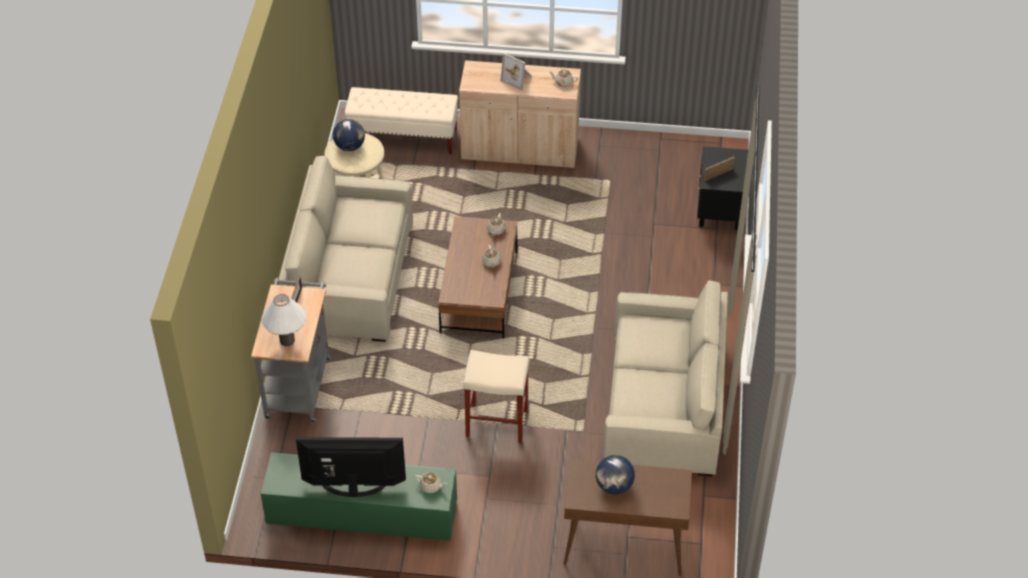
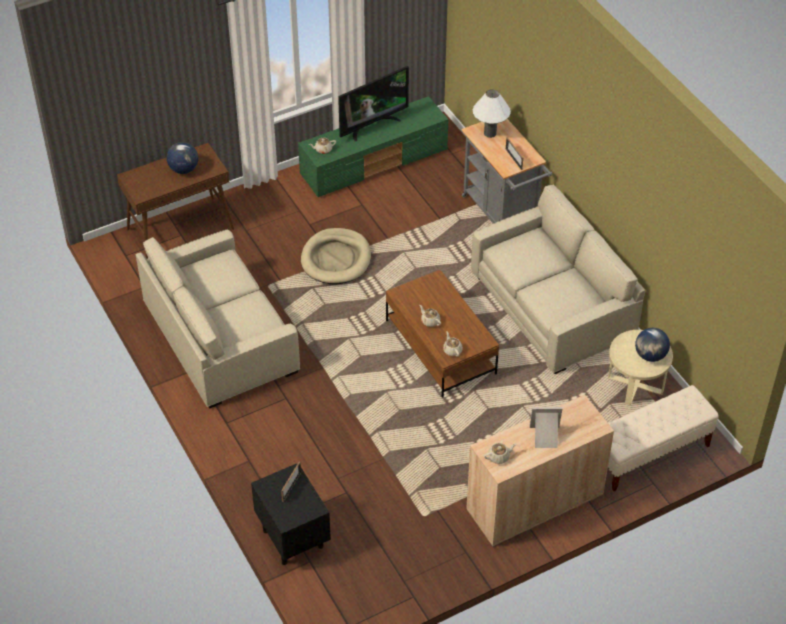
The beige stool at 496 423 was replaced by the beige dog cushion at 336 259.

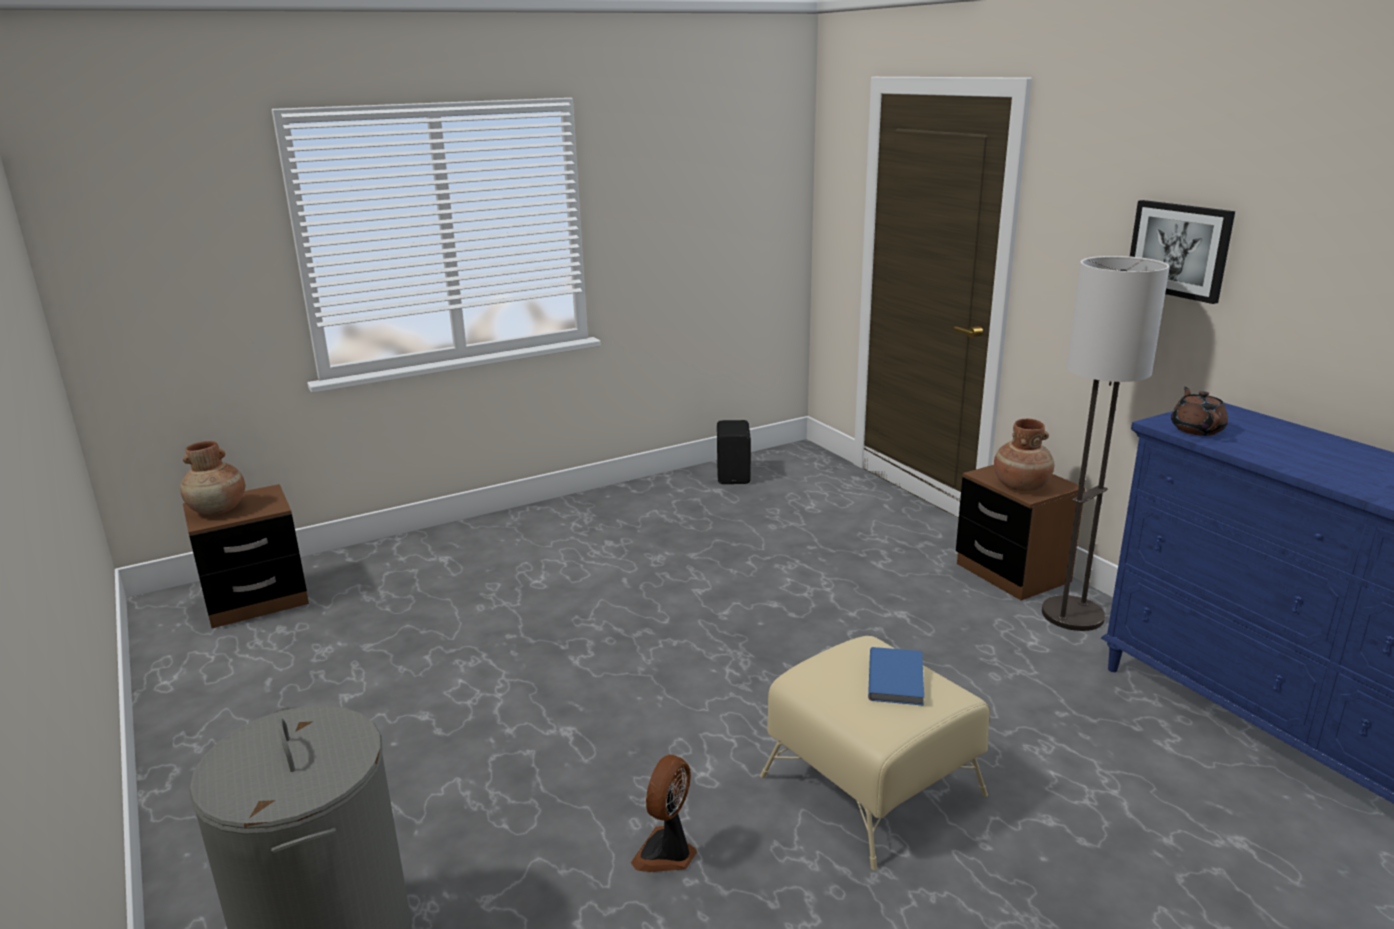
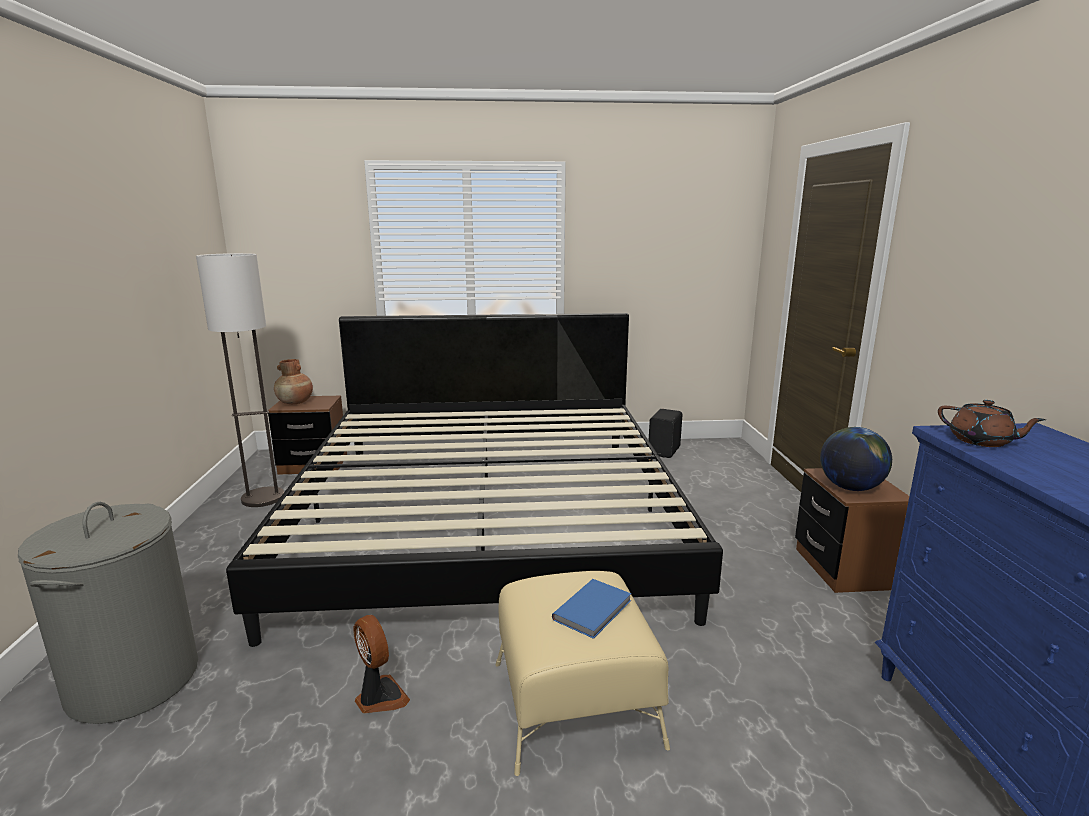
The electric fan at 667 853 turned 90 degrees clockwise.
The brown-coloured vase at 1021 486 was replaced by the desk globe at 850 487.
The floor lamp moved from 1072 615 to 263 498.
The wall art at 1179 250 disappeared.
The brown-coloured teapot at 1196 429 turned 105 degrees clockwise.
The bedroom bed at 487 518 appeared.

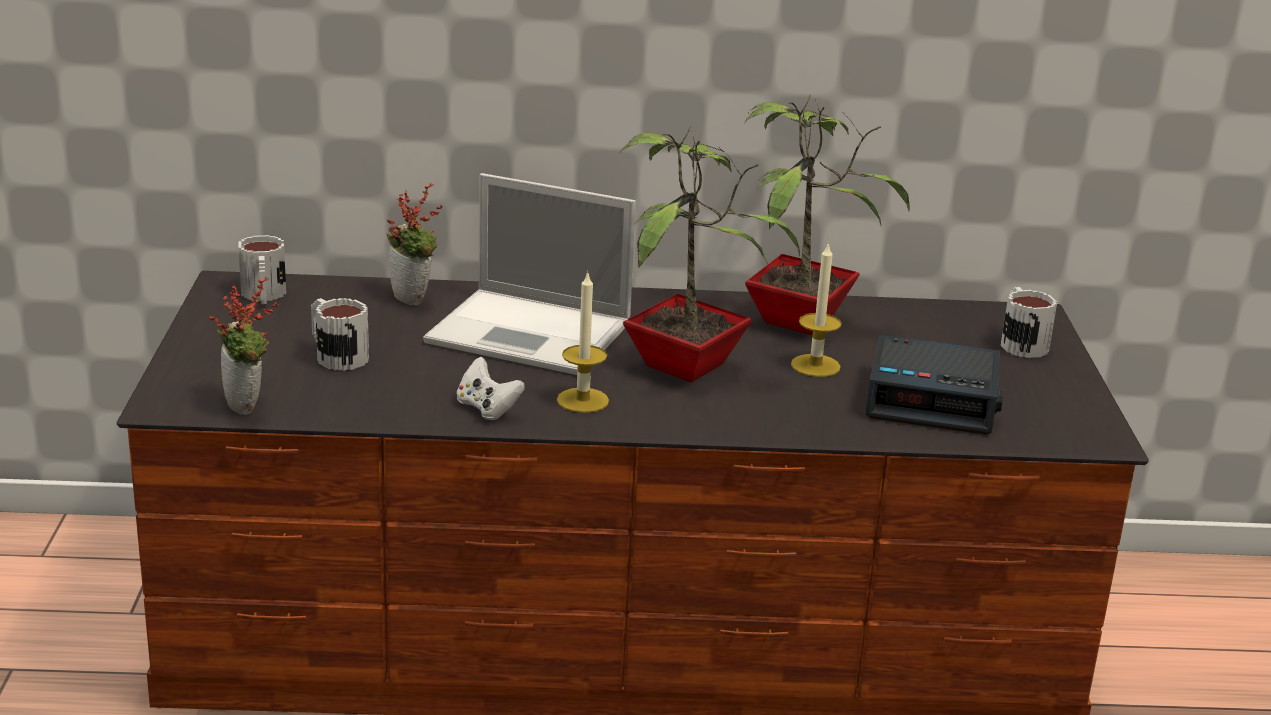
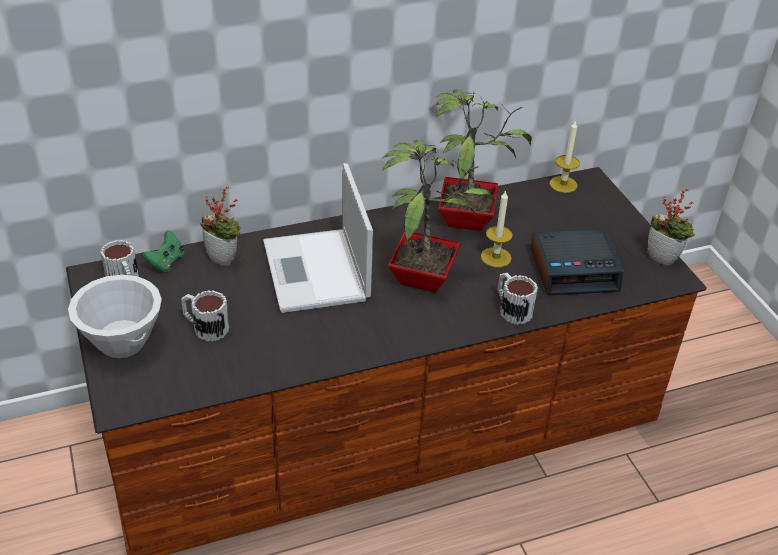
The houseplant moved from 248 406 to 664 258.
The notebook computer at 532 333 turned 75 degrees clockwise.
The white-coloured game controller at 487 409 disappeared.
The candle moved from 582 400 to 563 184.
The coffee mug moved from 1020 342 to 511 308.
The white-coloured serving bowl at 122 343 appeared.
The green game controller at 166 262 appeared.

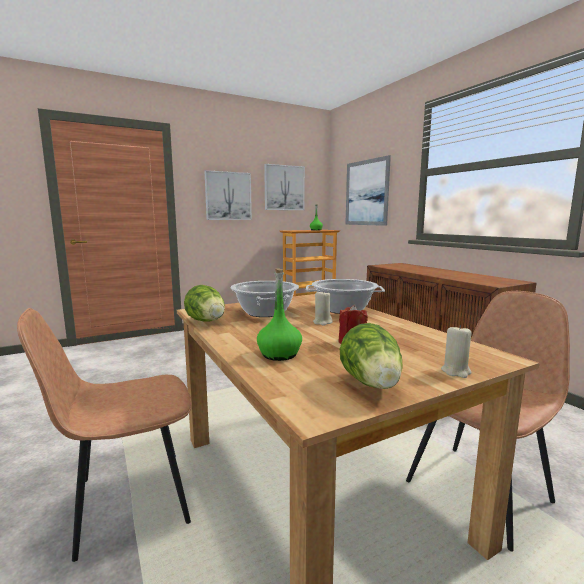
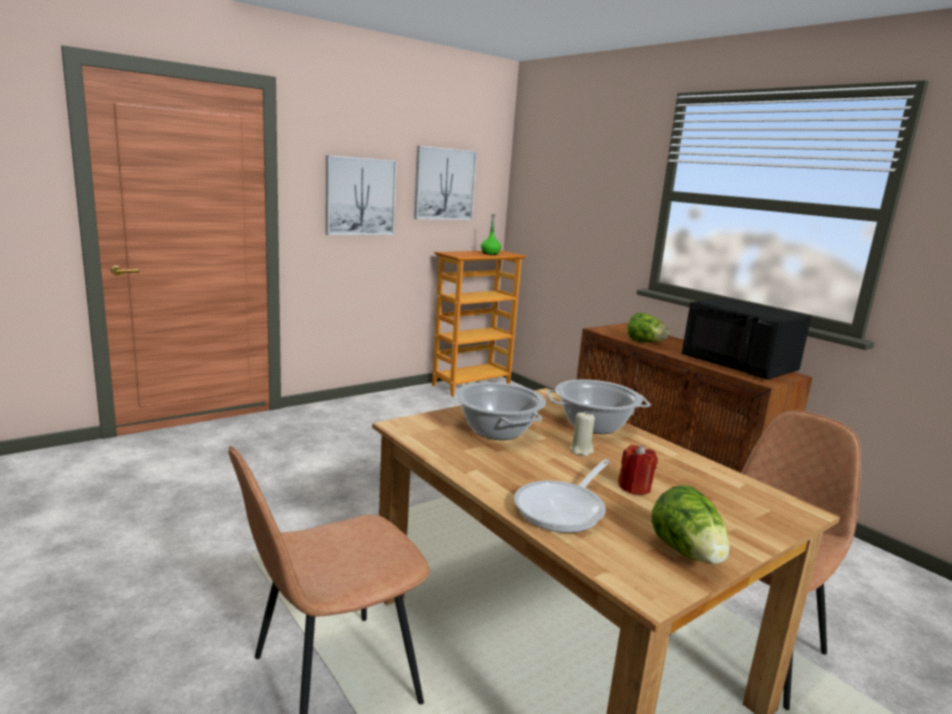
The lettuce head moved from 207 322 to 645 342.
The green beverage bottle at 279 354 was replaced by the pan at 564 509.
The wall art at 366 193 disappeared.
The beige candle at 456 371 disappeared.
The black-coloured microwave at 740 364 appeared.

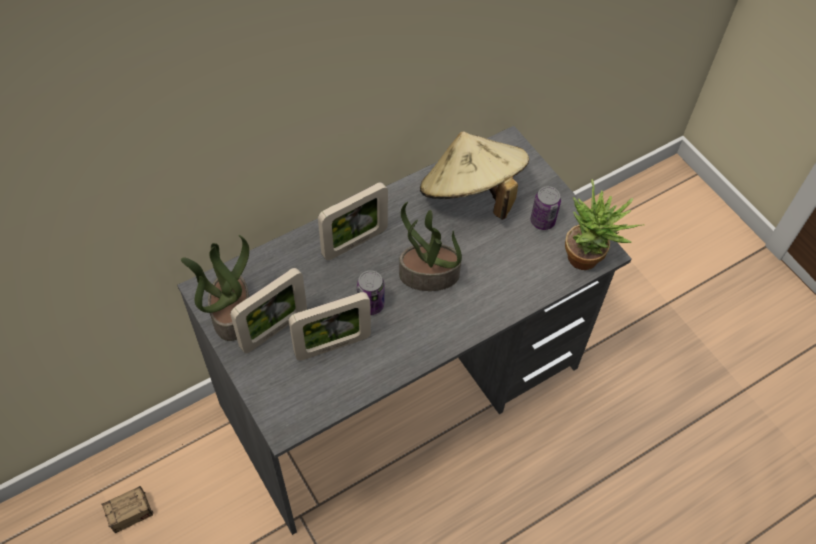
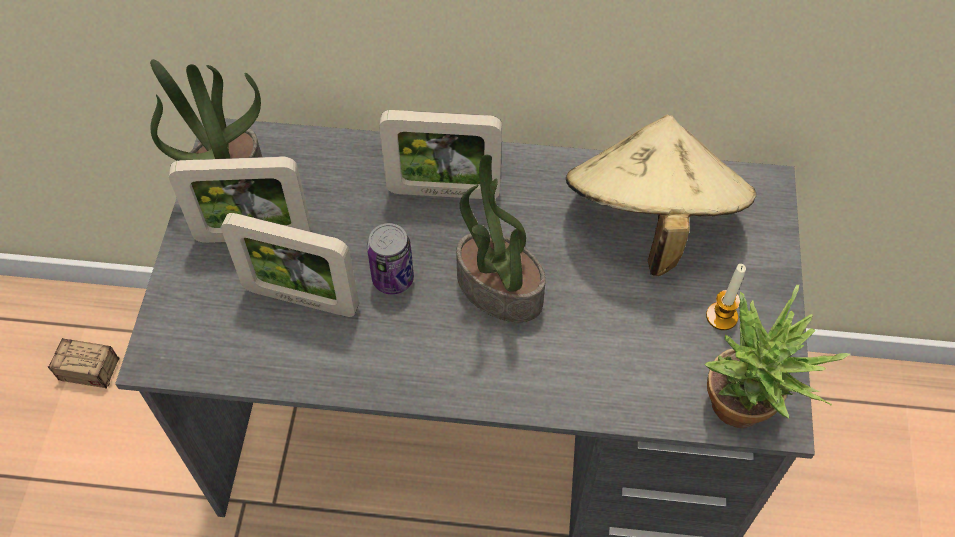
The can at 542 221 was replaced by the candle at 721 316.

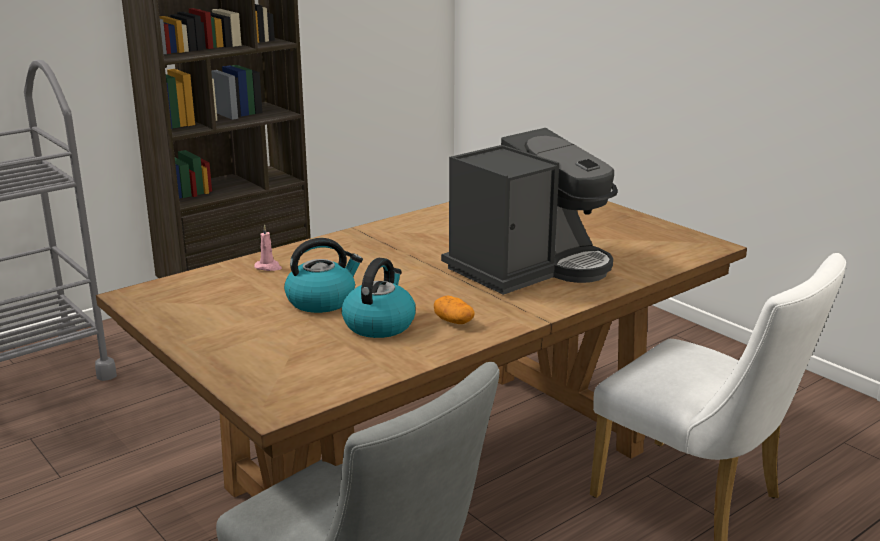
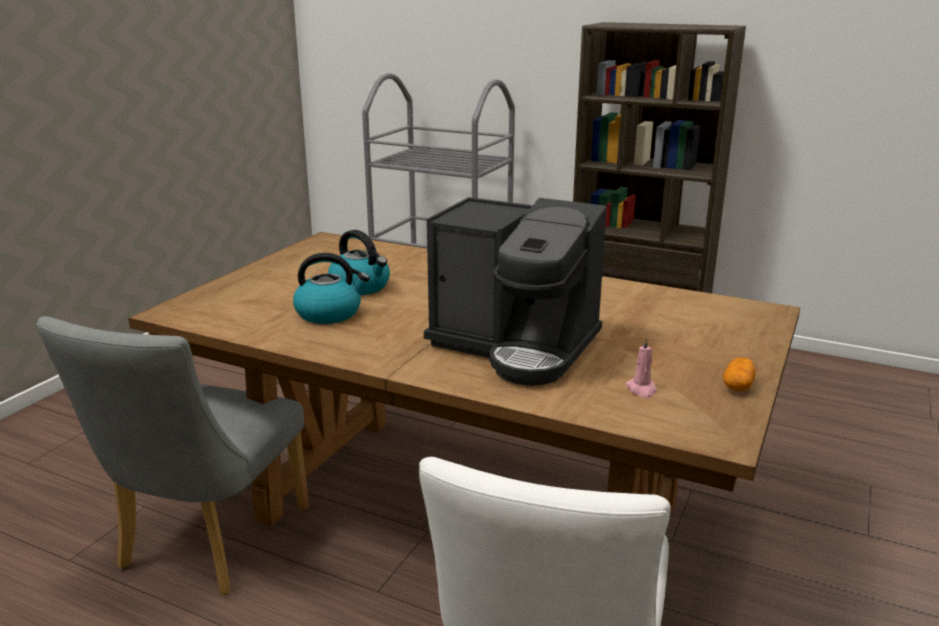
The pink-coloured candle moved from 268 267 to 641 389.
The whole potato moved from 453 321 to 737 386.

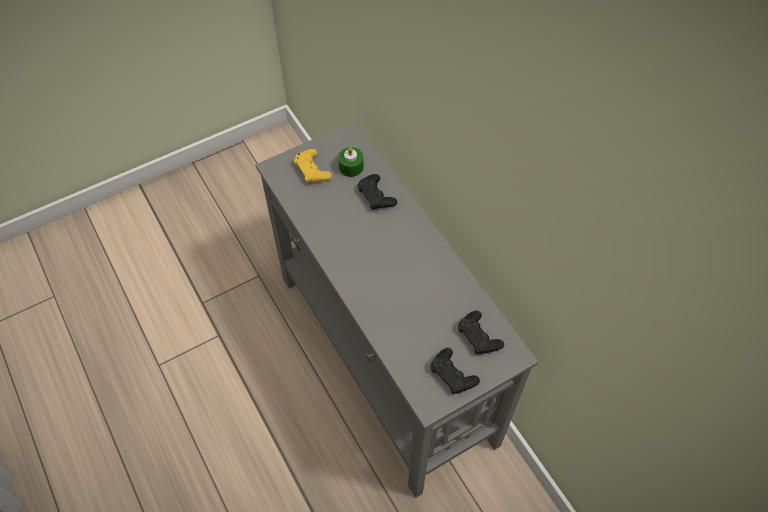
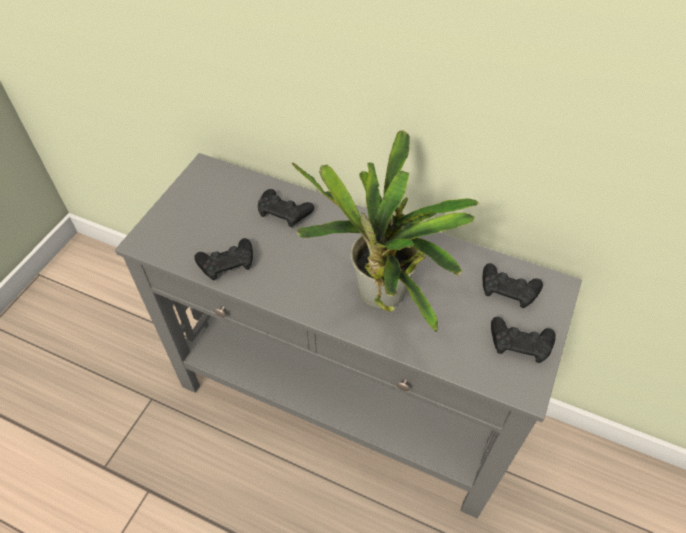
The yellow-coloured game controller at 312 170 disappeared.
The green candle at 351 167 disappeared.
The black-coloured game controller at 227 263 appeared.
The houseplant at 381 299 appeared.

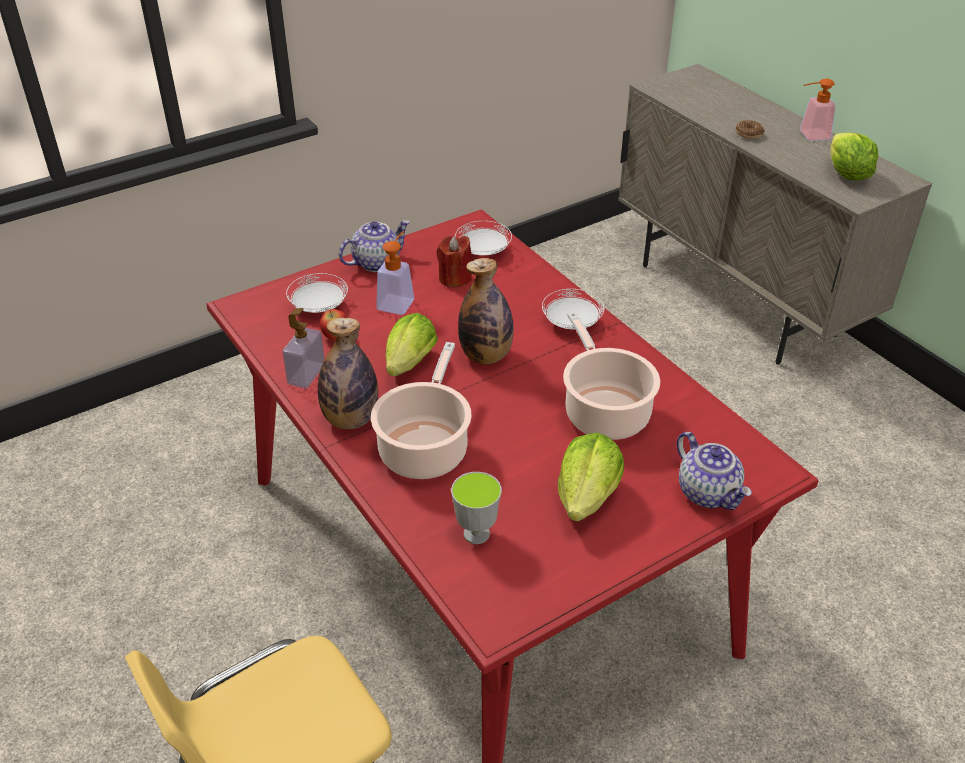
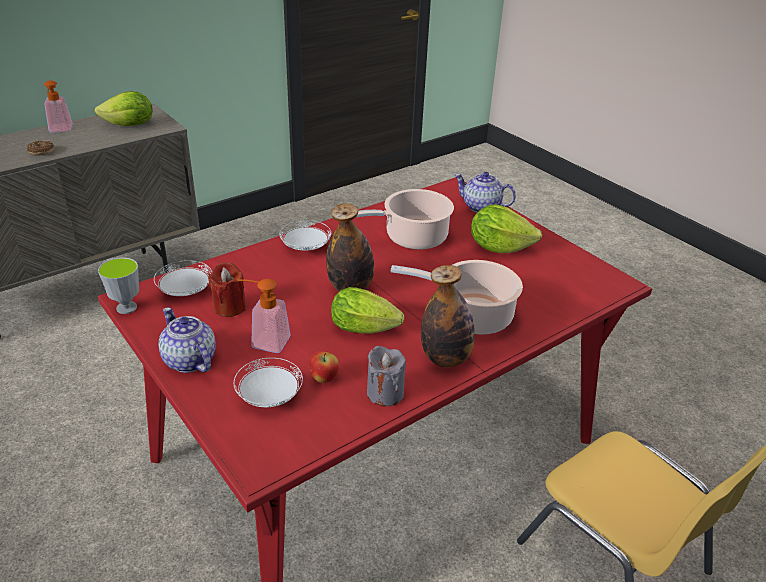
The soap dispenser at 306 374 was replaced by the grey candle at 385 393.
The small cup moved from 476 534 to 126 308.
The teapot at 709 493 turned 120 degrees counterclockwise.

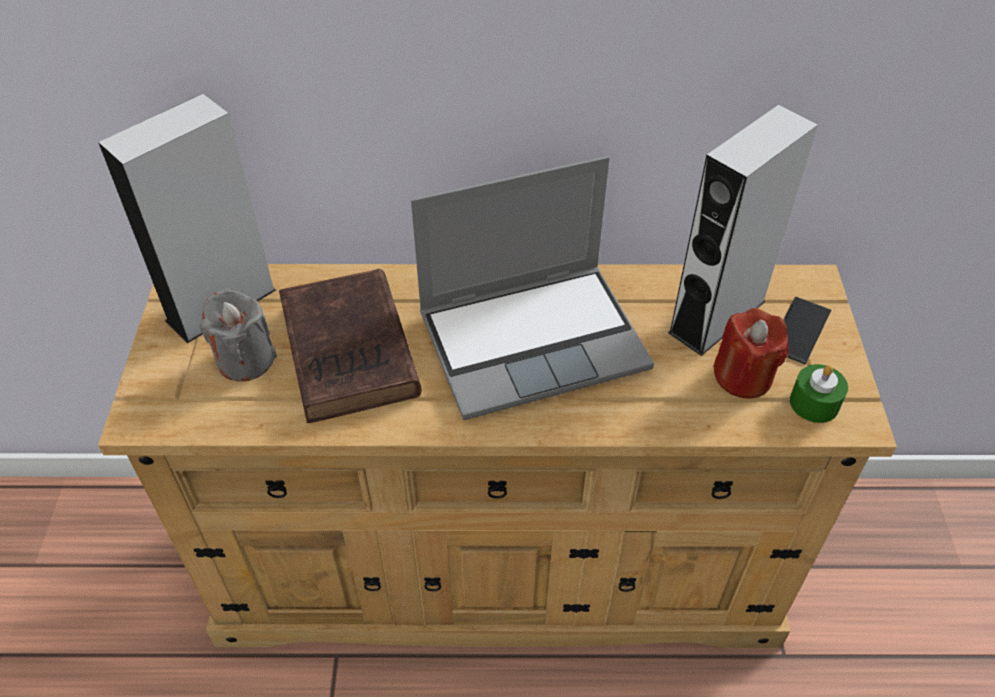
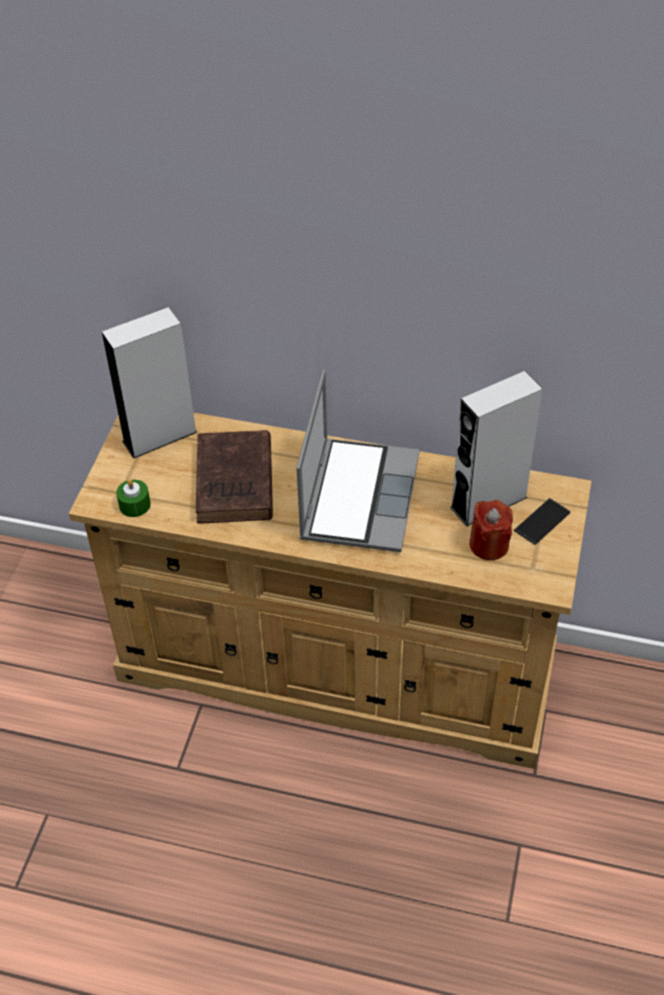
The grey candle at 245 360 disappeared.
The notebook computer at 534 339 turned 75 degrees counterclockwise.
The green candle moved from 814 403 to 134 505.

